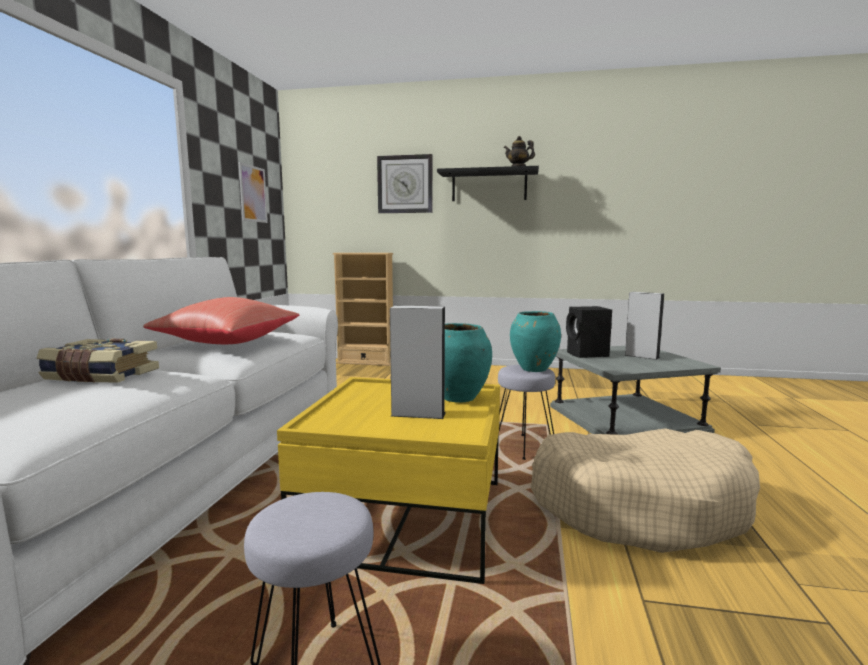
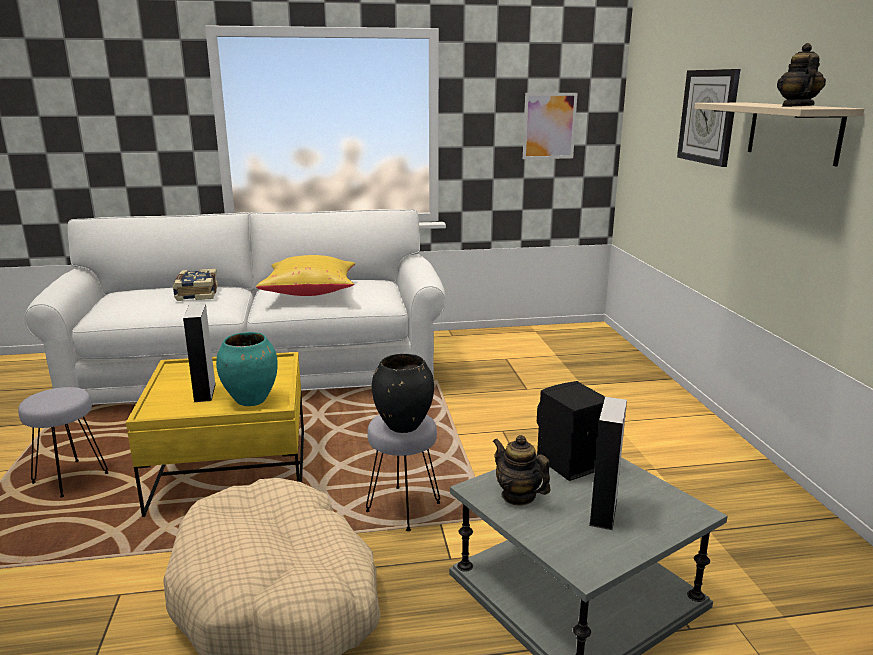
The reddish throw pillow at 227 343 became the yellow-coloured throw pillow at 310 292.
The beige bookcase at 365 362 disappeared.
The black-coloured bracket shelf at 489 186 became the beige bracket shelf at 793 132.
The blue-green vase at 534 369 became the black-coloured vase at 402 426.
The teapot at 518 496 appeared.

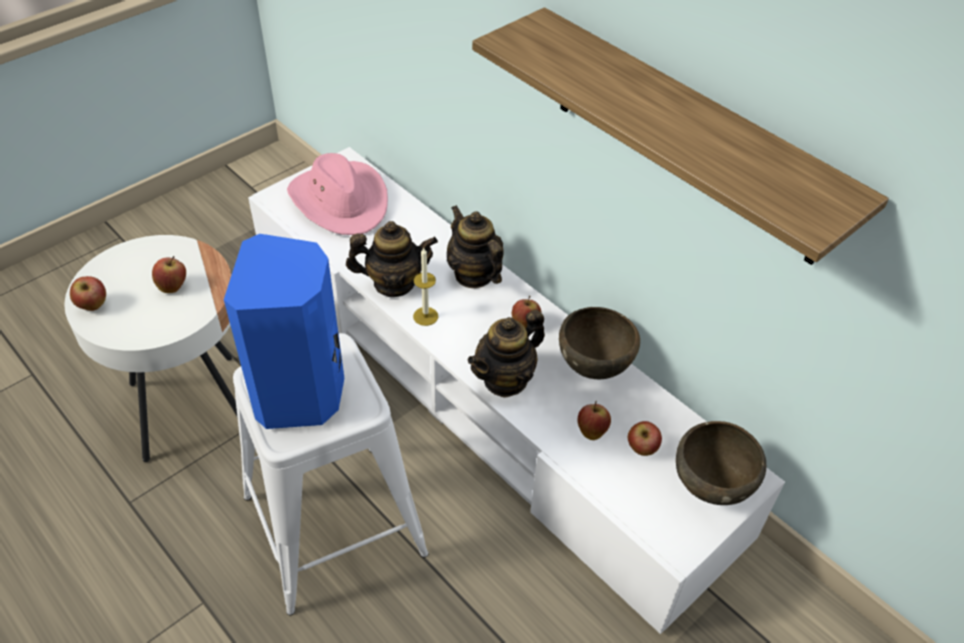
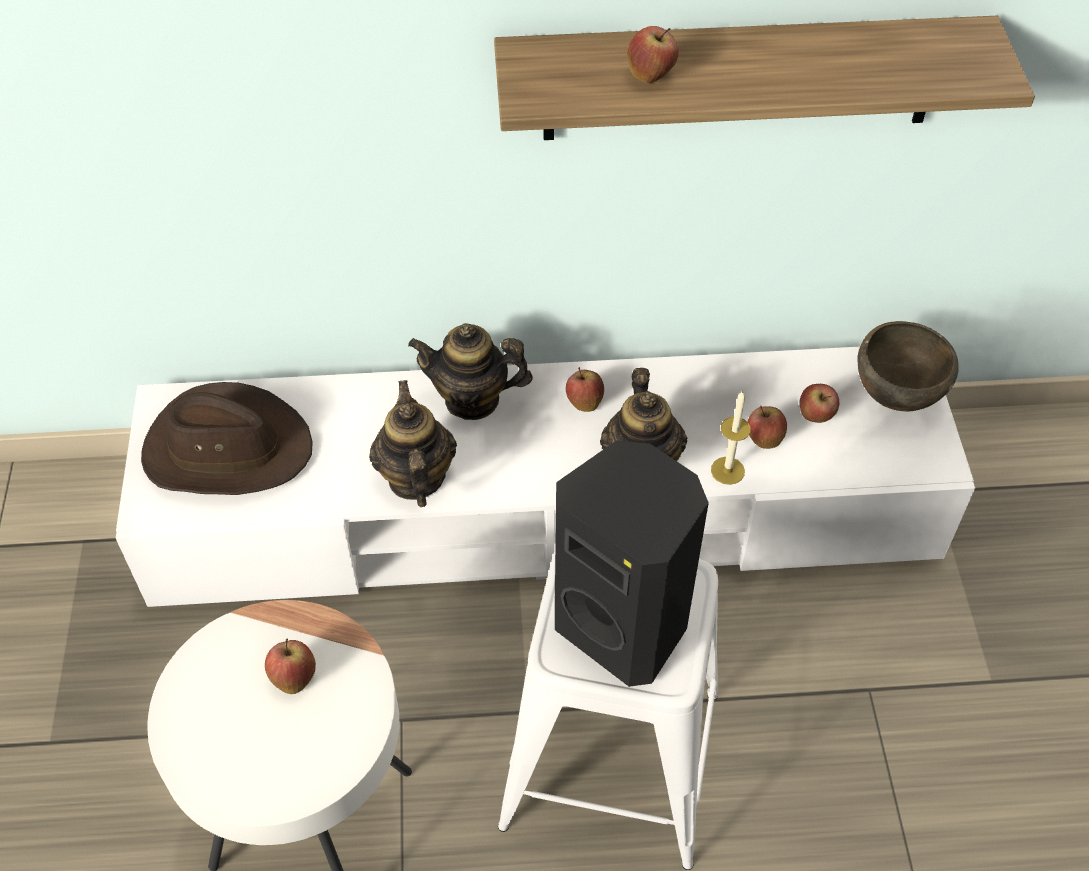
The apple fruit moved from 93 306 to 651 75.
The blue audio speaker at 302 394 became the black-coloured audio speaker at 624 625.
The pink-coloured hat at 340 201 became the brown-coloured hat at 227 448.
The teapot at 394 283 turned 45 degrees counterclockwise.
The candle moved from 425 316 to 727 470.
The brown-coloured serving bowl at 594 368 disappeared.

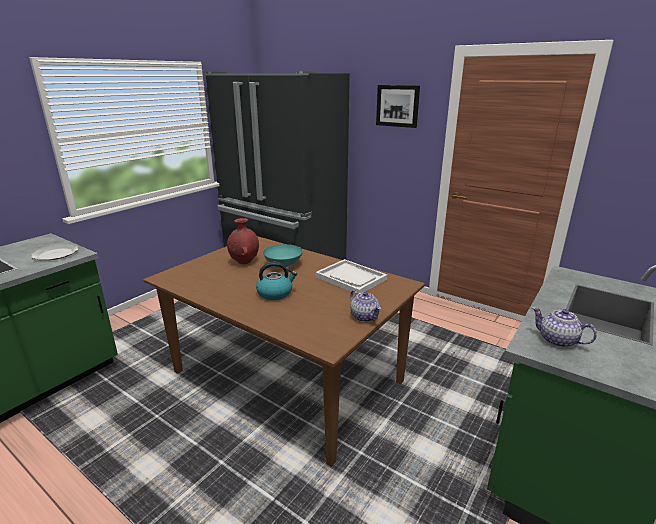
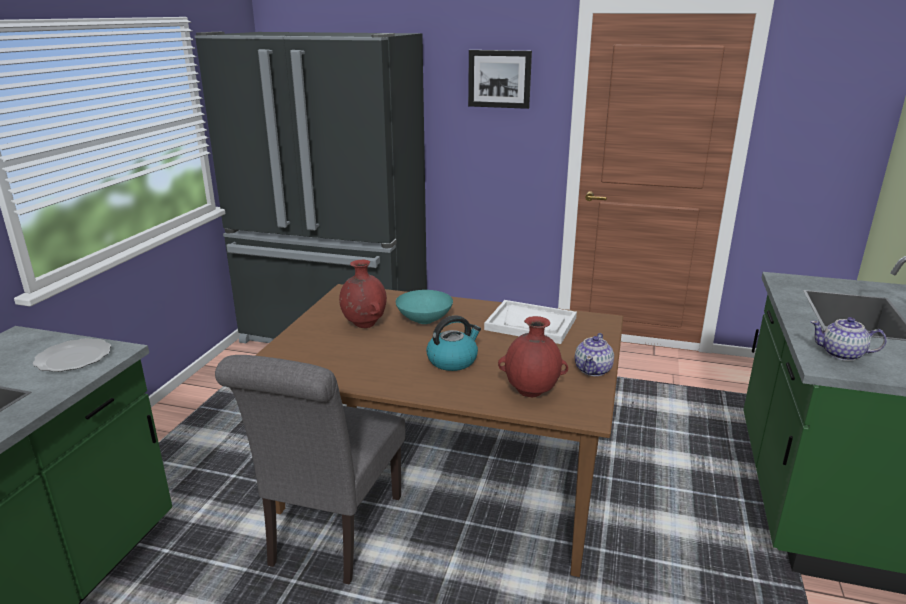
The teapot at 364 317 turned 75 degrees clockwise.
The grey chair at 332 536 appeared.
The reddish vase at 531 392 appeared.

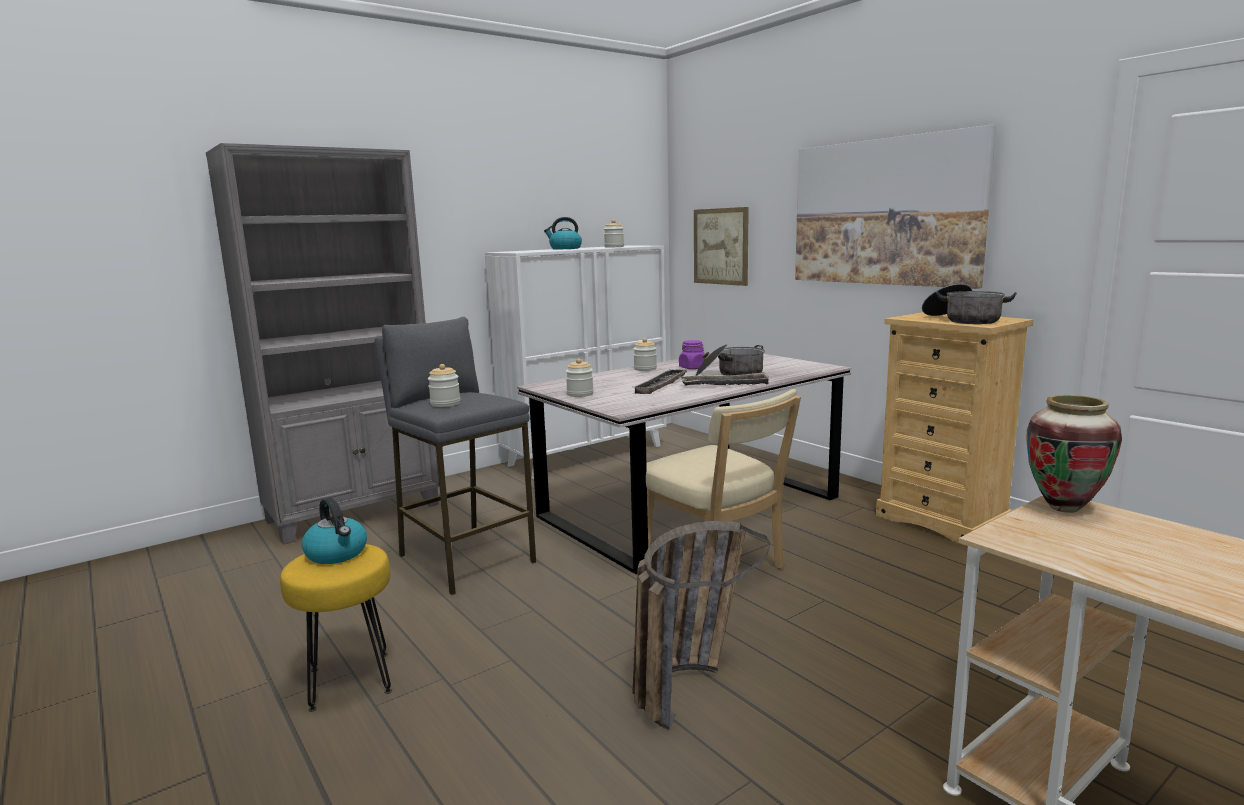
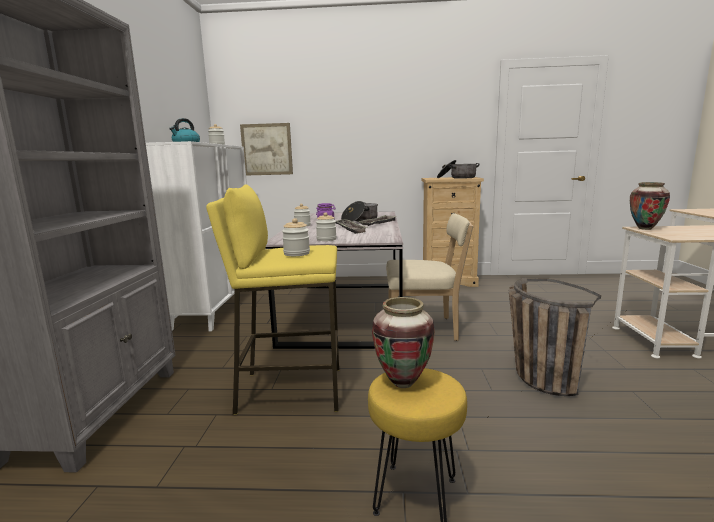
The tea kettle at 337 554 was replaced by the vase at 403 383.
The grey stool at 466 558 became the yellow-coloured stool at 290 390.
The wall art at 885 212 disappeared.

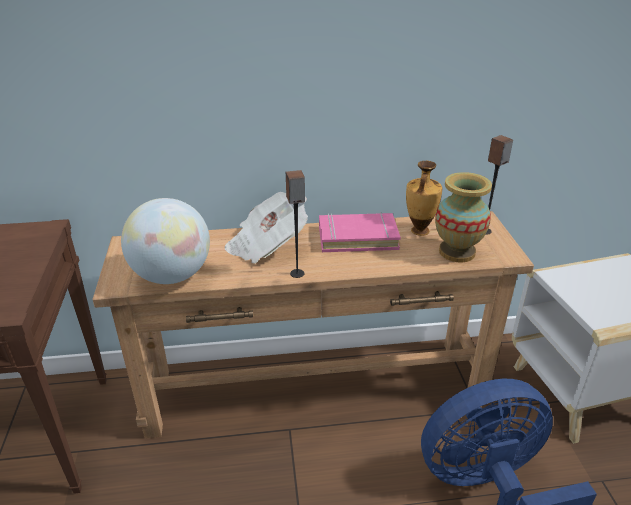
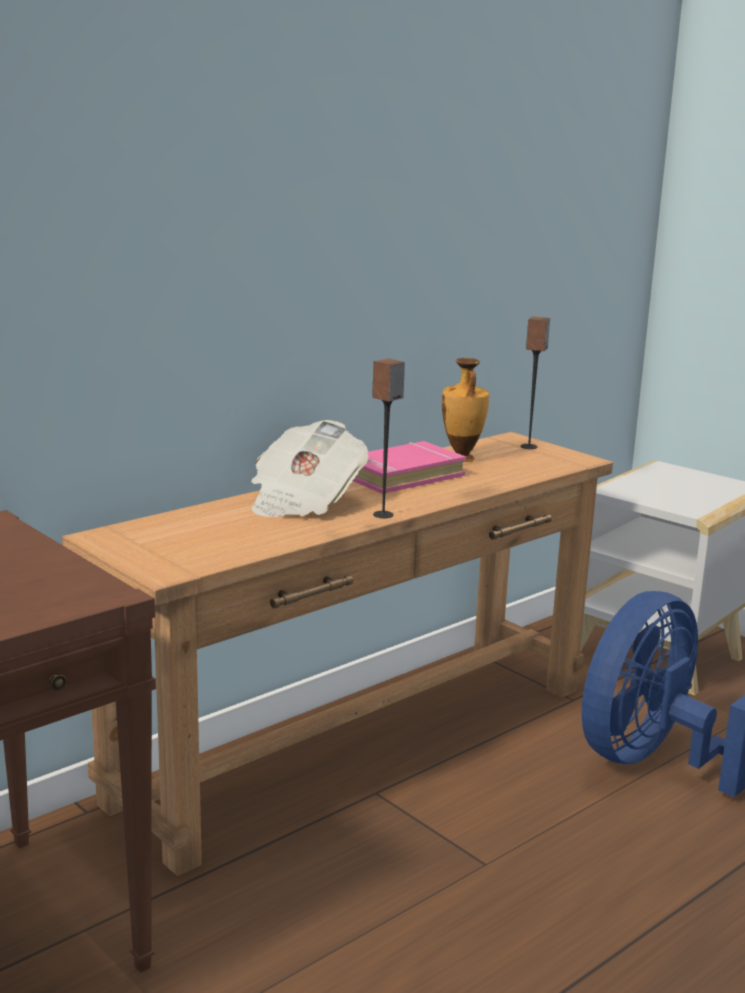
The desk globe at 172 276 disappeared.
The vase at 457 252 disappeared.

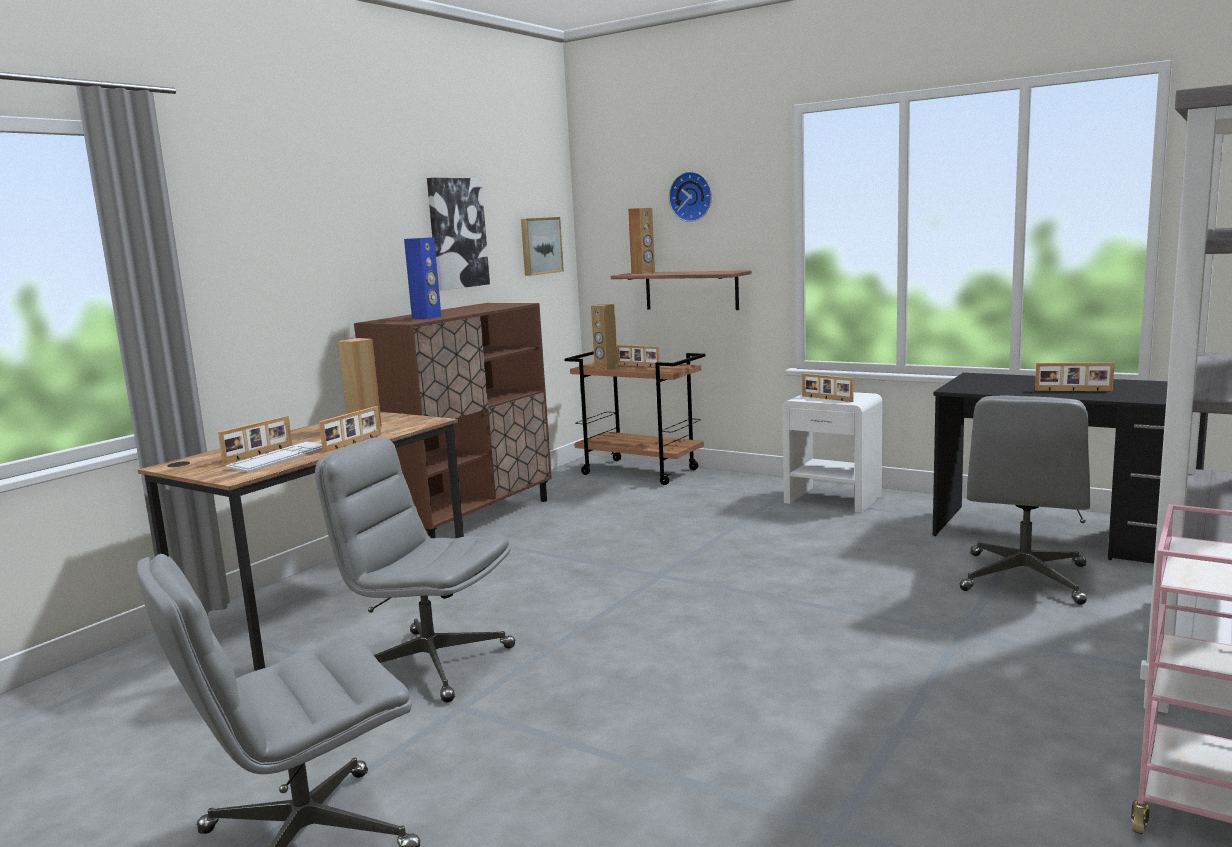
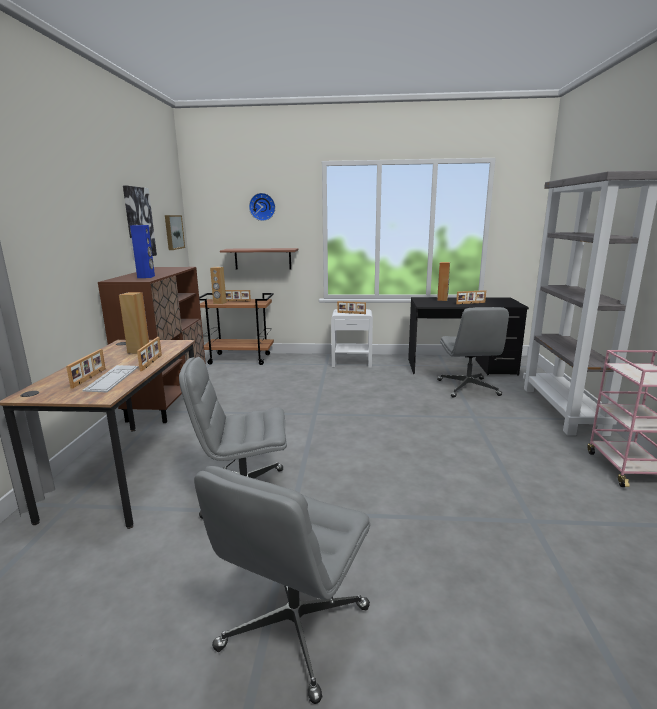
The brown-coloured audio speaker moved from 643 272 to 442 299.

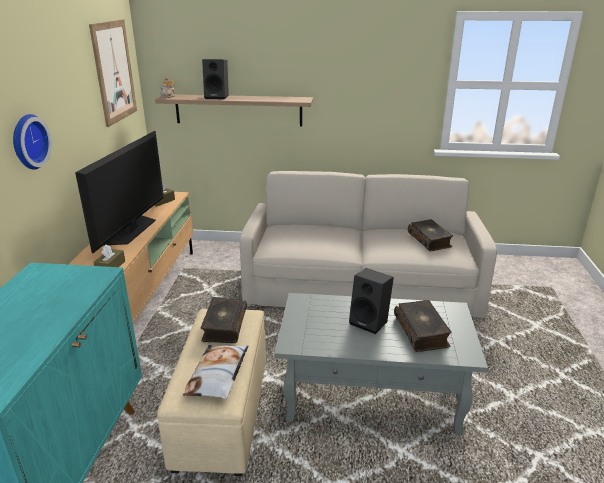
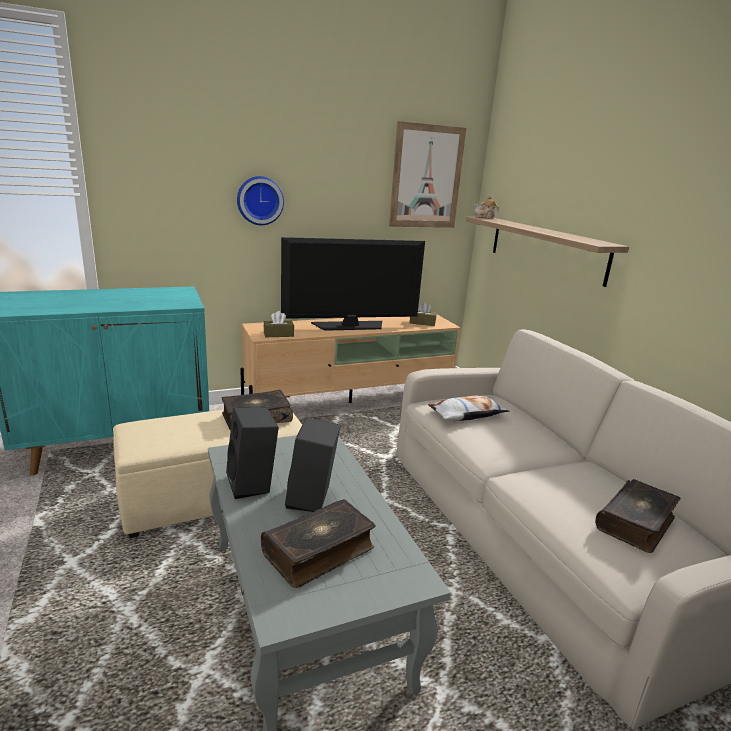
The throw pillow moved from 218 375 to 466 414.
The black-coloured audio speaker moved from 217 97 to 253 484.

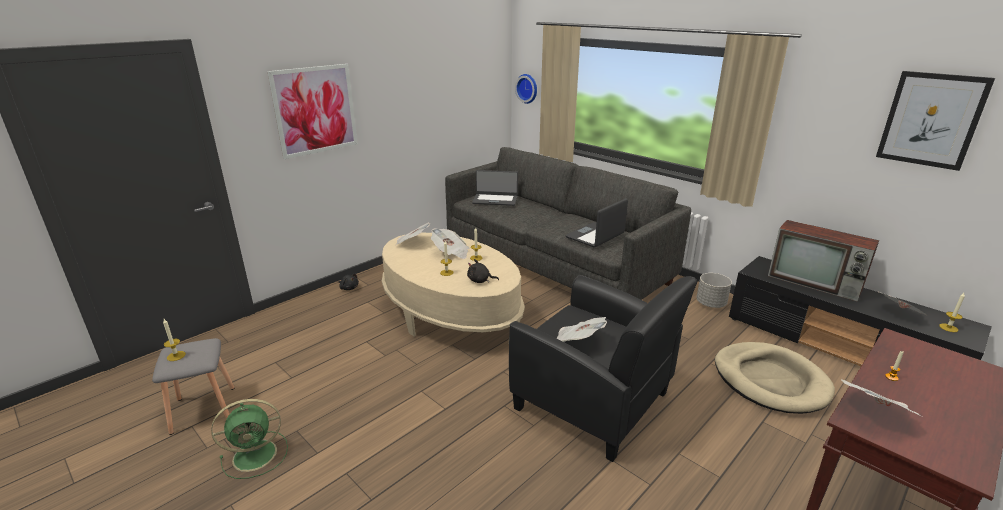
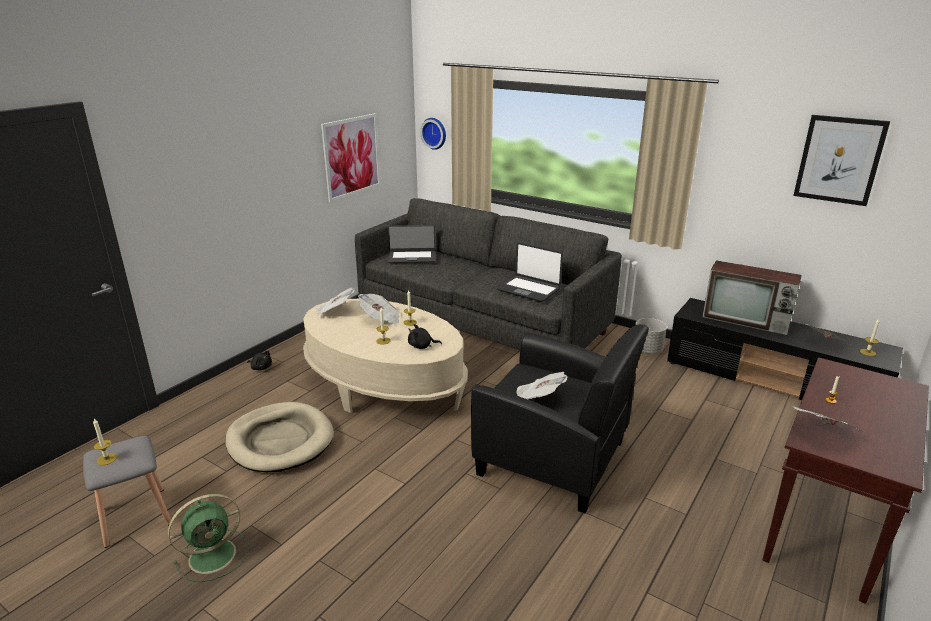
The wall art moved from 315 110 to 351 156.
The notebook computer at 595 236 turned 90 degrees counterclockwise.
The beige dog cushion moved from 770 380 to 280 441.

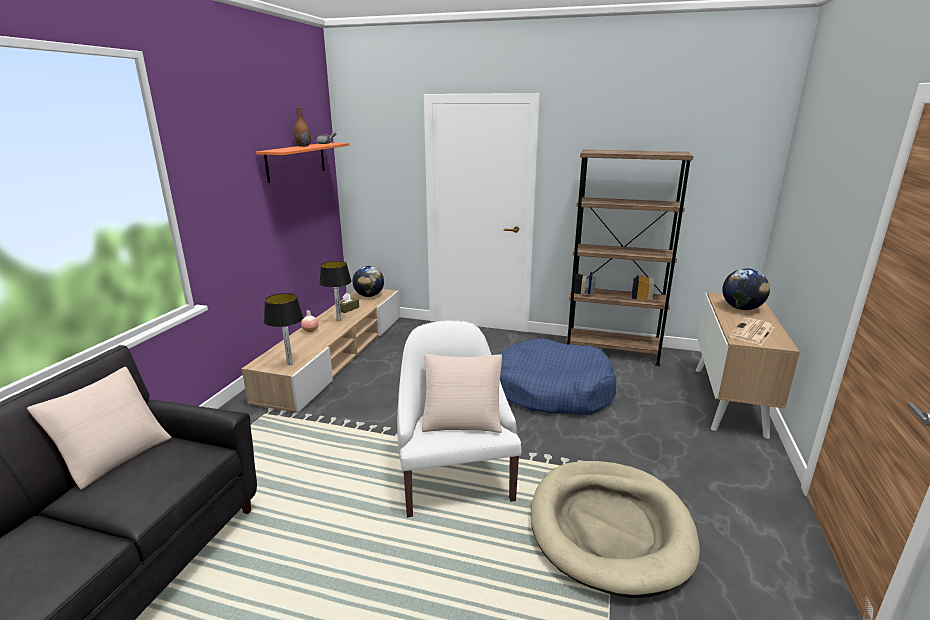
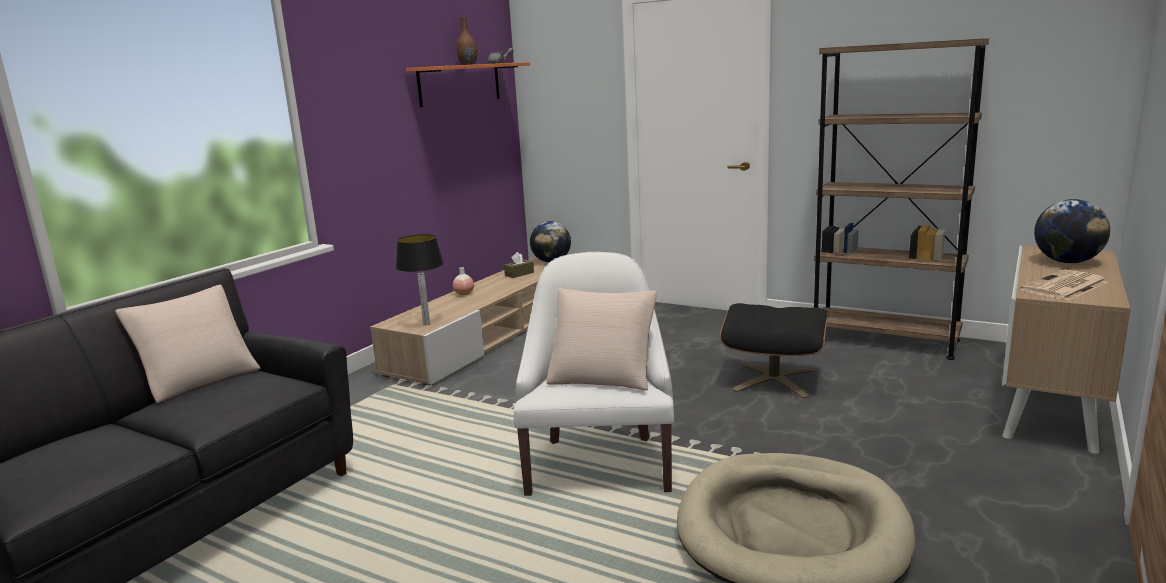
The table lamp at 339 320 disappeared.
The blue dog cushion at 552 391 was replaced by the black-coloured footrest at 774 380.

